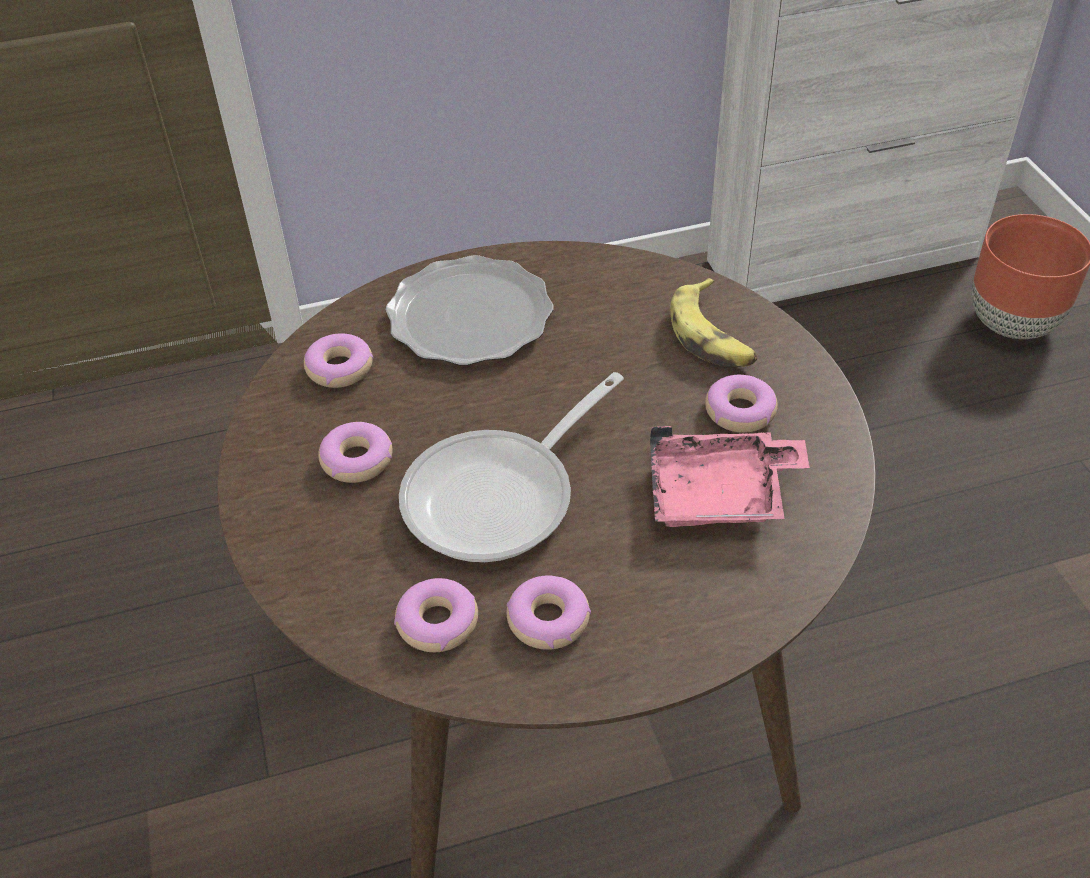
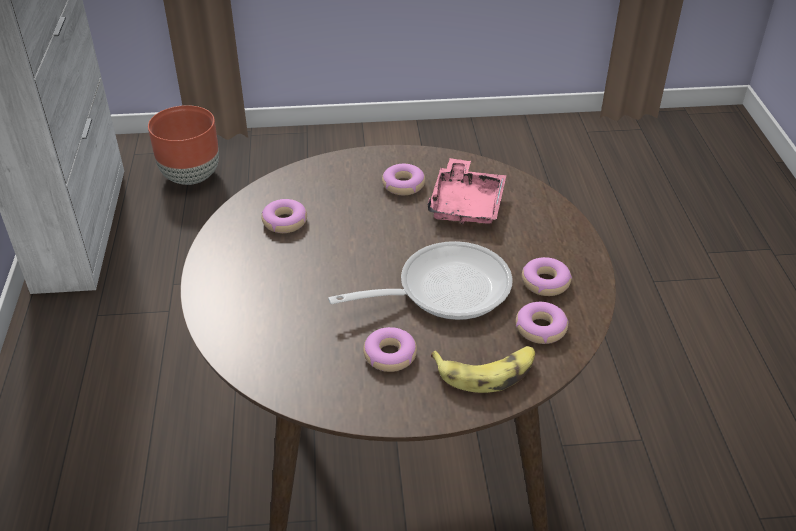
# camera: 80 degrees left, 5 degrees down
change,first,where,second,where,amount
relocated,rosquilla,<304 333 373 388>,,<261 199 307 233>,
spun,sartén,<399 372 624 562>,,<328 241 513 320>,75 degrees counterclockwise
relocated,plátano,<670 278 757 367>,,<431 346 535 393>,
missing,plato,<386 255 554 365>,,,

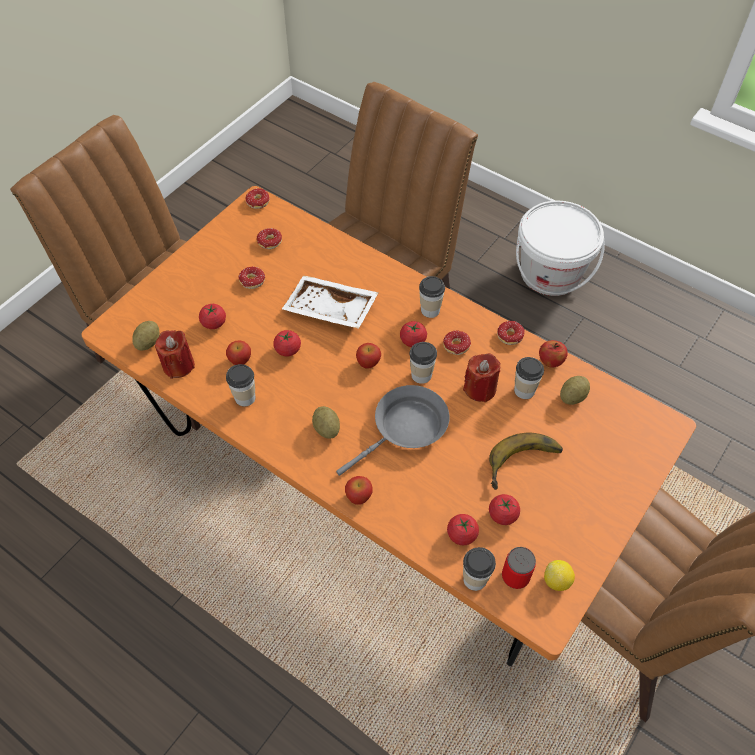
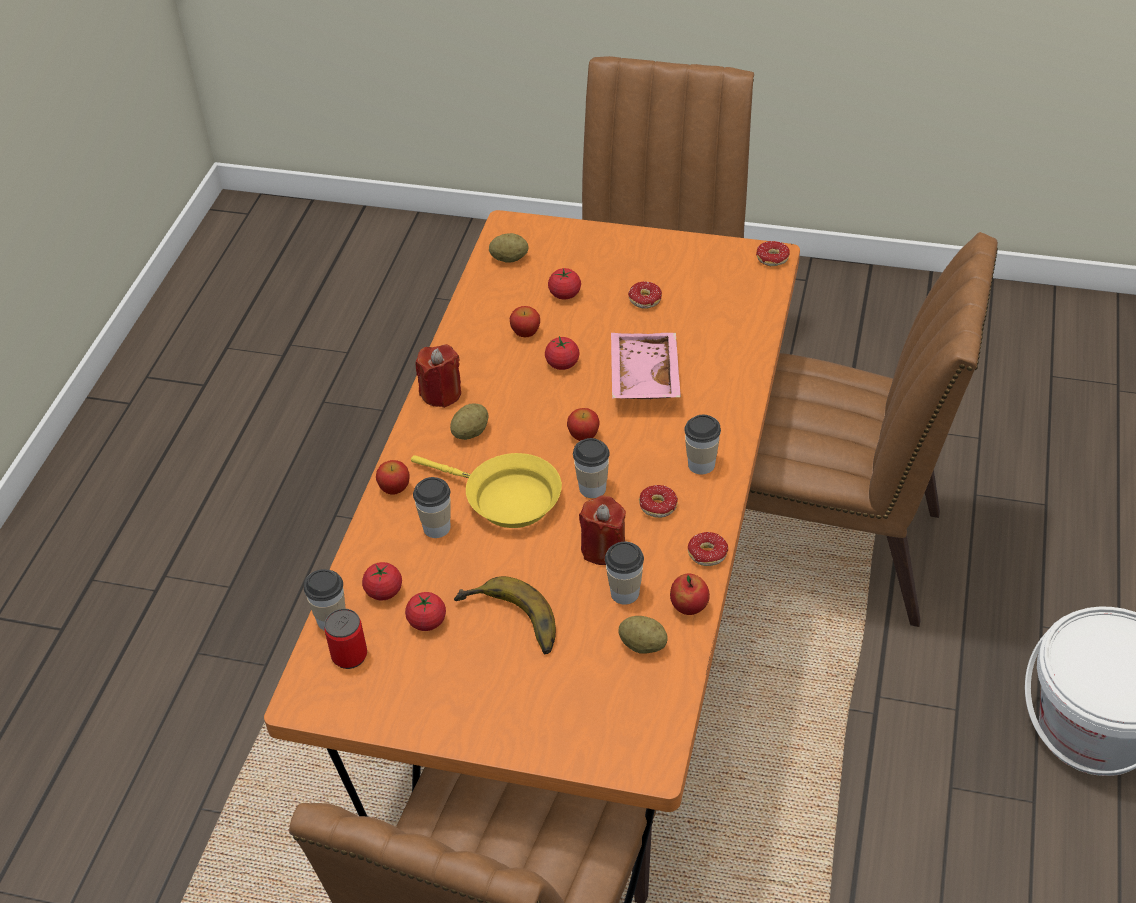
# camera: 70 degrees right, 10 degrees down
change,first,where,second,where,amount
colour,sartén/gris,<336 385 450 476>,sartén/amarillo,<411 453 562 528>,
relocated,taza,<226 364 255 406>,,<413 477 451 538>,
relocated,vela/rojo,<155 330 195 379>,,<415 344 461 408>,
colour,bandeja/blanco,<282 275 379 329>,bandeja/rosa,<611 333 681 399>,
missing,rosquilla,<257 228 282 249>,,,
missing,tomate,<400 321 427 347>,,,
missing,limón,<544 560 575 591>,,,

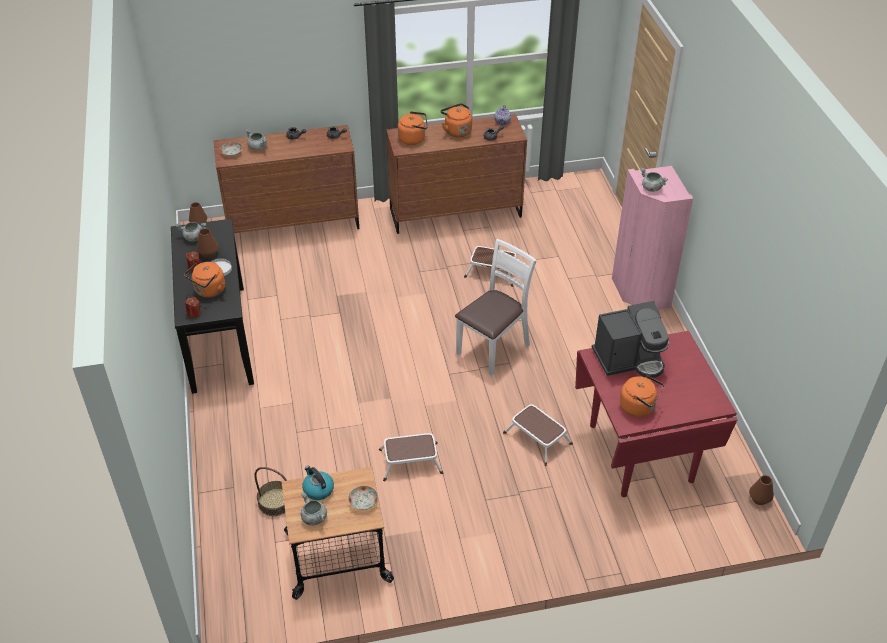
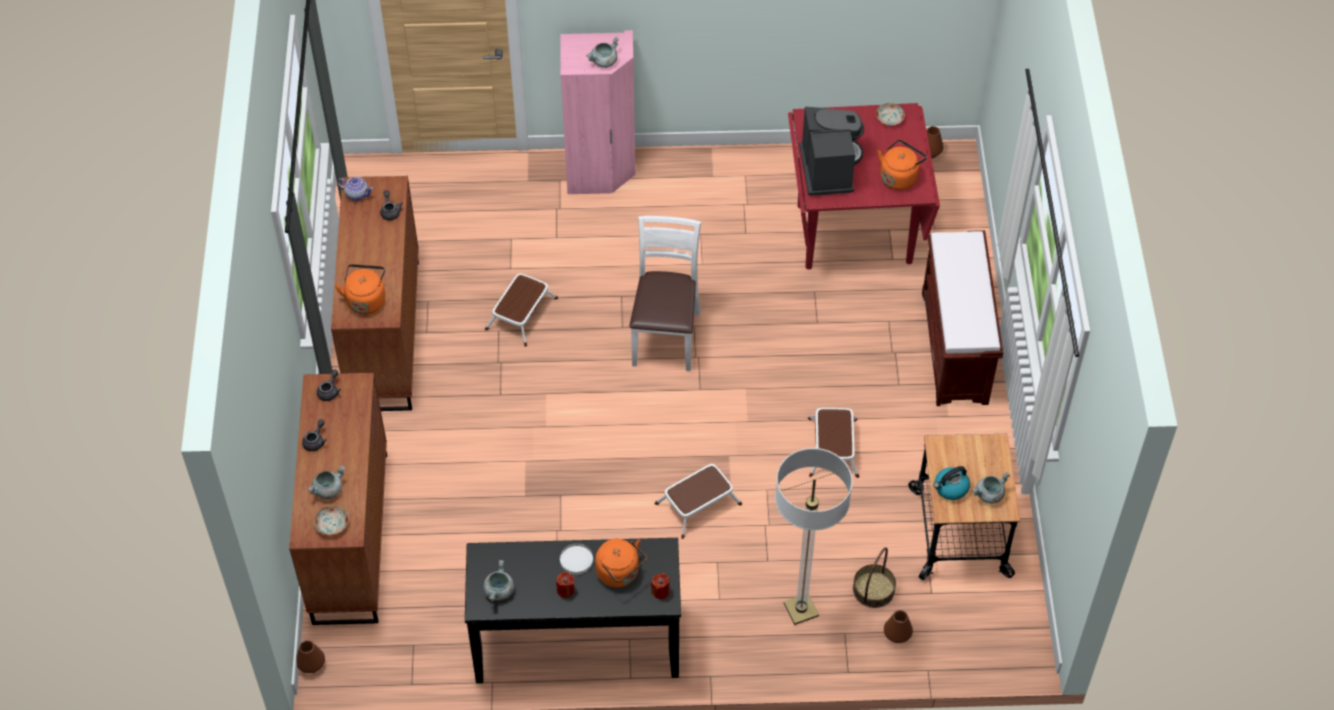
# camera: 80 degrees left, 10 degrees up
change,first,where,second,where,amount
spun,silla/blanco,<455 239 537 376>,,<629 216 701 371>,45 degrees clockwise
relocated,escalera de tijera/marrón,<503 404 573 466>,,<655 464 742 539>,
appeared,,,lámpara de pie,<775 448 853 625>,
relocated,plato,<348 486 378 510>,,<876 103 905 126>,
relocated,florero/marrón,<197 228 219 258>,,<884 610 913 643>,
appeared,,,banco/marrón,<922 230 1003 406>,
missing,hervidor/naranja,<440 103 472 137>,,,

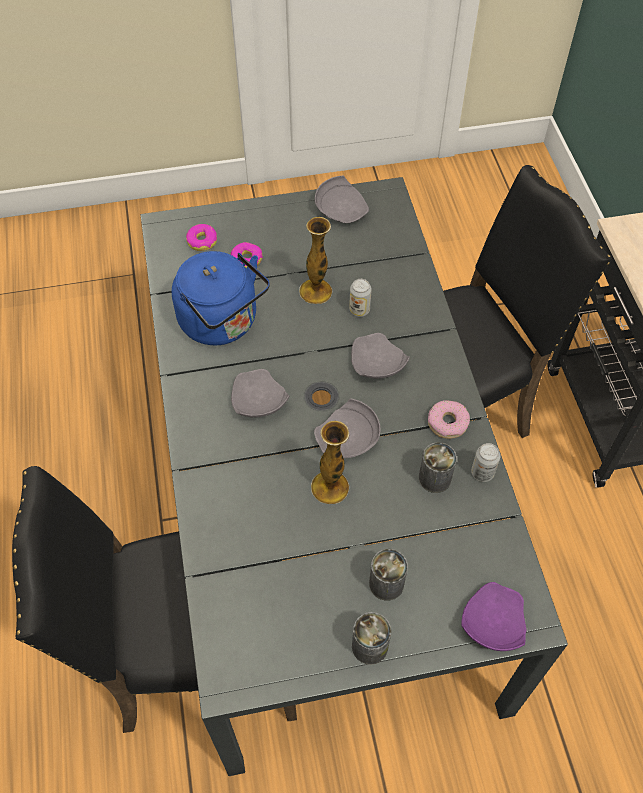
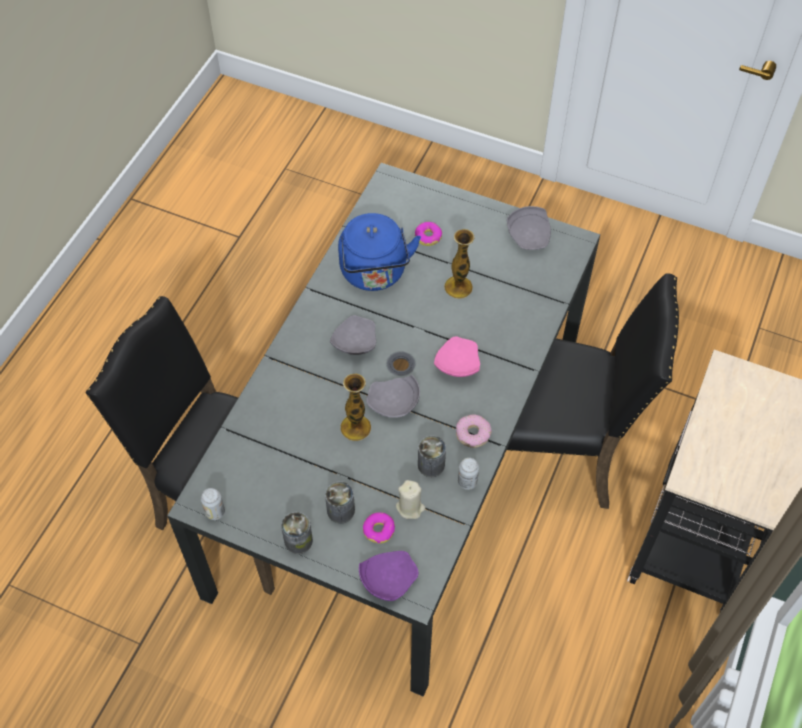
# camera: 35 degrees right, 0 degrees up
change,first,where,second,where,amount
relocated,lata,<349 279 372 317>,,<201 488 225 520>,
relocated,rosquilla,<186 224 217 251>,,<363 512 395 543>,
appeared,,,vela/beis,<396 480 425 519>,
colour,plato/gris,<351 333 410 379>,plato/rosa,<434 336 480 377>,

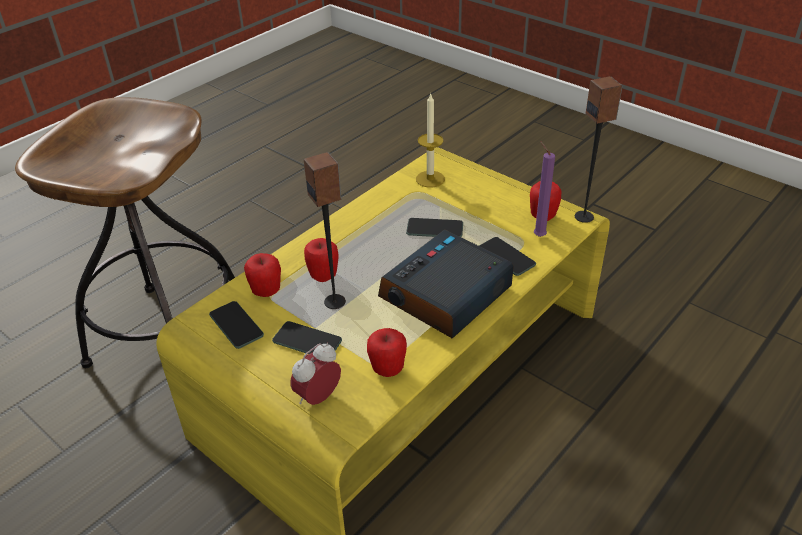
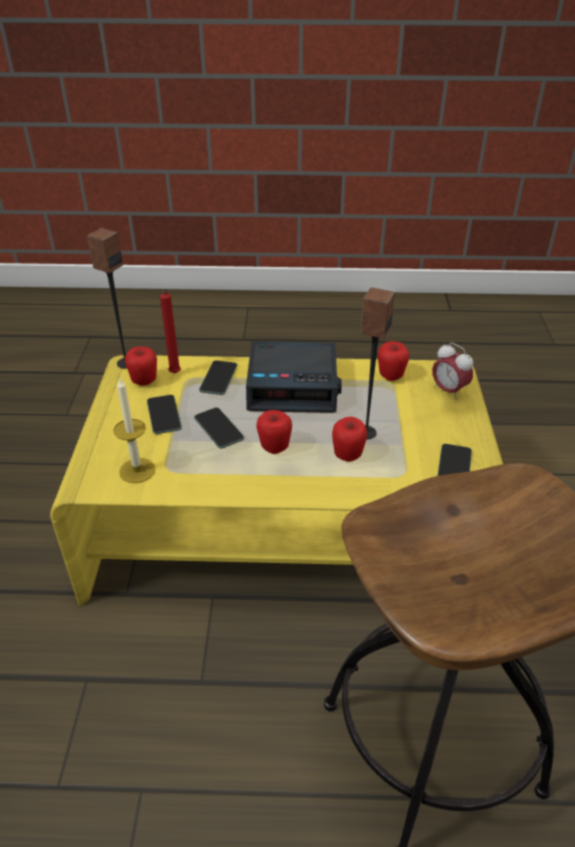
# camera: 130 degrees left, 0 degrees up
change,first,where,second,where,amount
relocated,móvil,<272 321 342 354>,,<147 395 182 434>,
colour,vela/morado,<534 141 555 237>,vela/rojo,<160 291 181 374>,
relocated,manzana,<244 253 281 297>,,<256 410 292 454>,
spun,despertador,<290 343 341 405>,,<432 343 473 400>,45 degrees clockwise

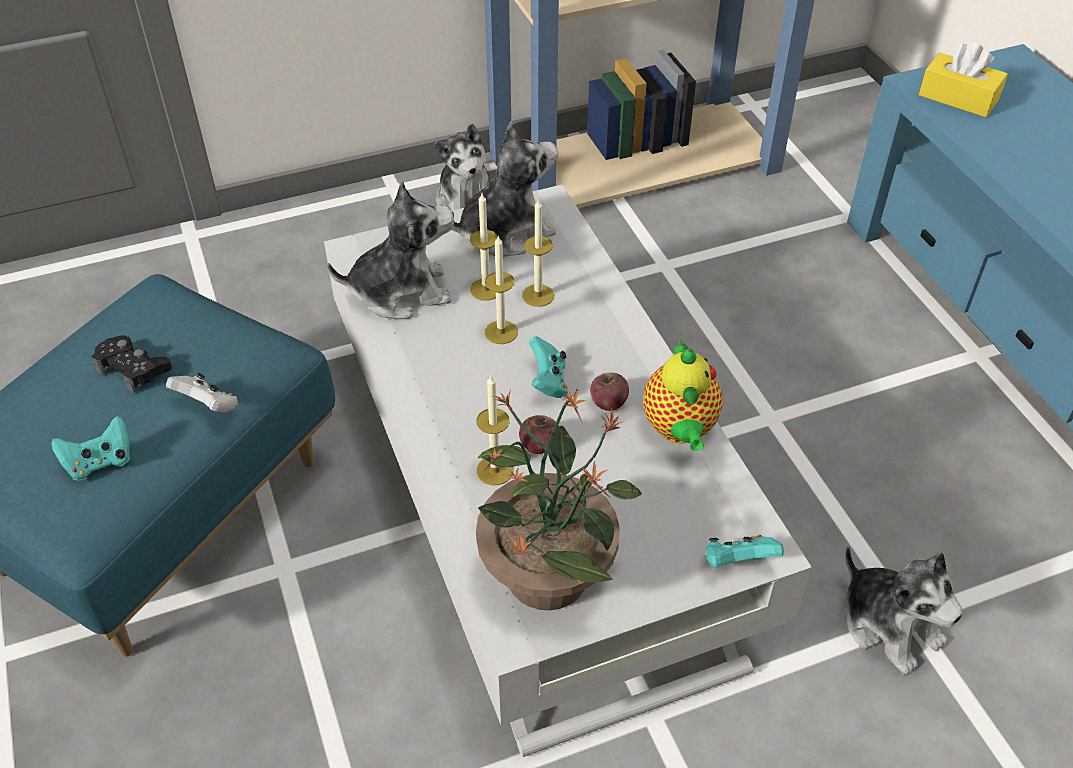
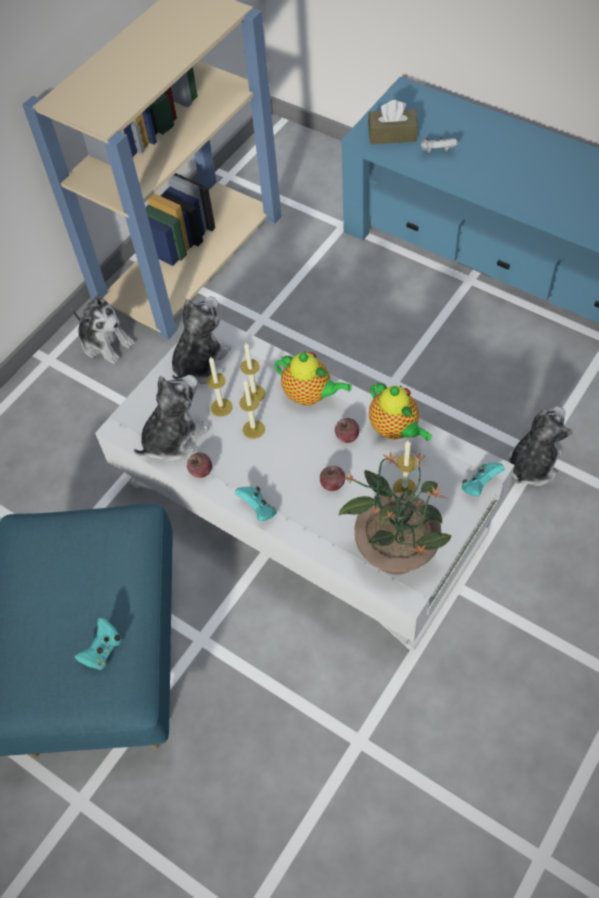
# camera: 30 degrees left, 10 degrees up
change,first,where,second,where,amount
appeared,,,manzana,<187 453 212 478>,
relocated,mando de consola/turquesa,<529 337 568 398>,,<235 486 277 521>,
appeared,,,tetera,<275 351 352 406>,
colour,caja de pañuelos/amarillo,<919 42 1008 117>,caja de pañuelos/marrón,<368 100 418 144>,
relocated,vela,<476 375 514 485>,,<393 441 417 494>,
relocated,mando de consola/blanco,<166 373 238 413>,,<421 138 458 153>,
spun,peluche,<845 547 963 675>,,<506 406 573 486>,75 degrees counterclockwise
missing,mando de consola/negro,<91 335 172 393>,,,

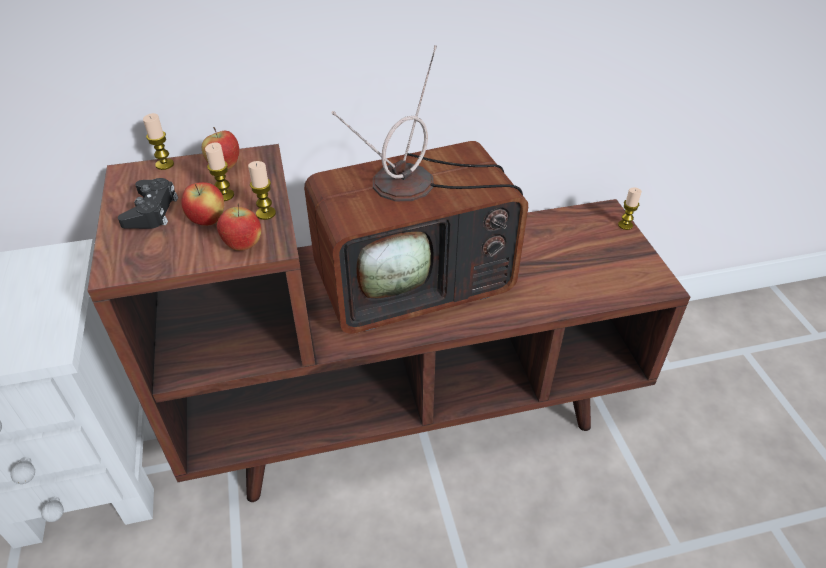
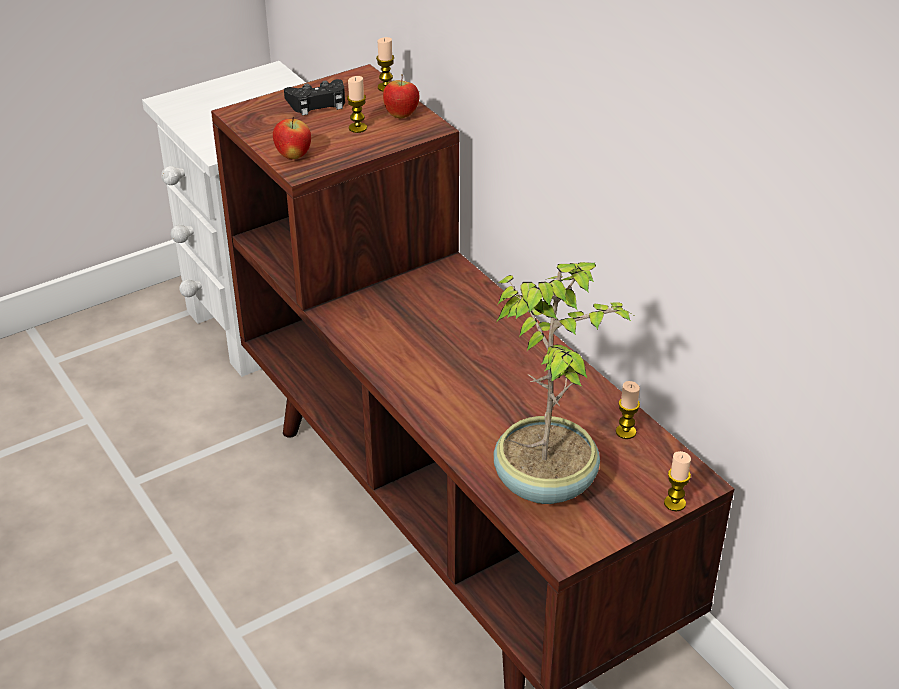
# camera: 70 degrees right, 5 degrees down
change,first,where,second,where,amount
appeared,,,planta en maceta,<494 262 633 504>,
relocated,vela,<248 161 276 220>,,<616 381 640 439>,
missing,manzana,<181 182 224 226>,,,
missing,televisor,<304 45 528 334>,,,

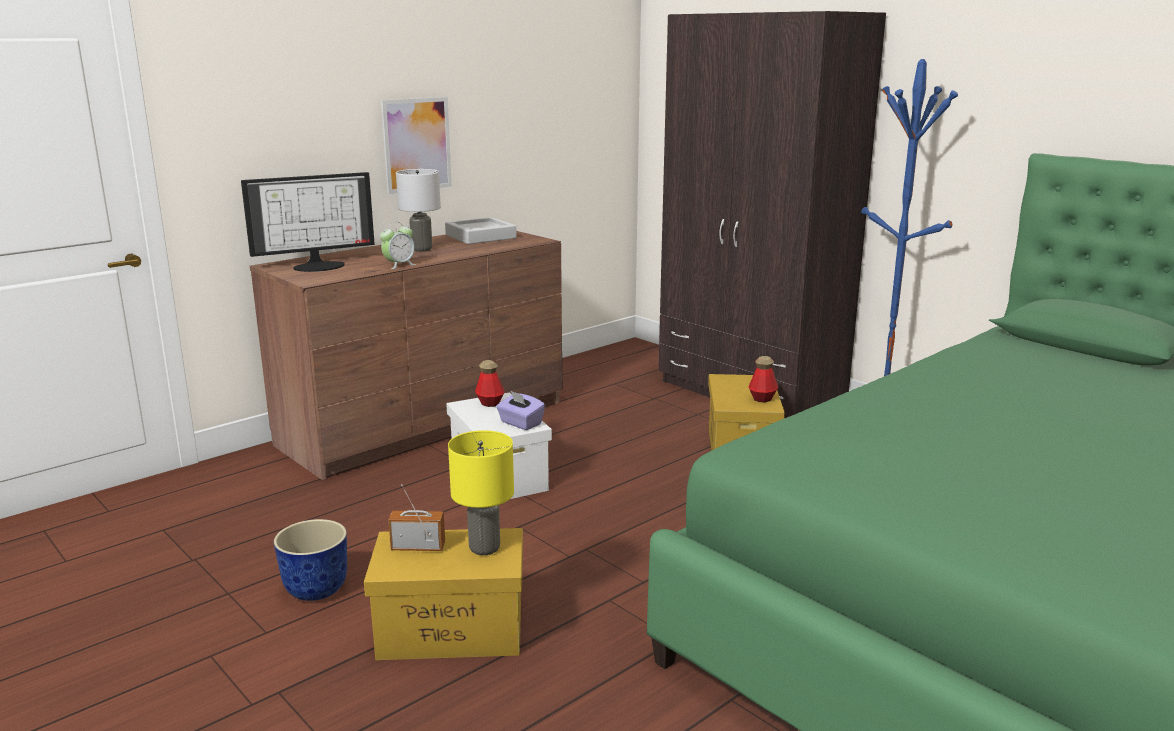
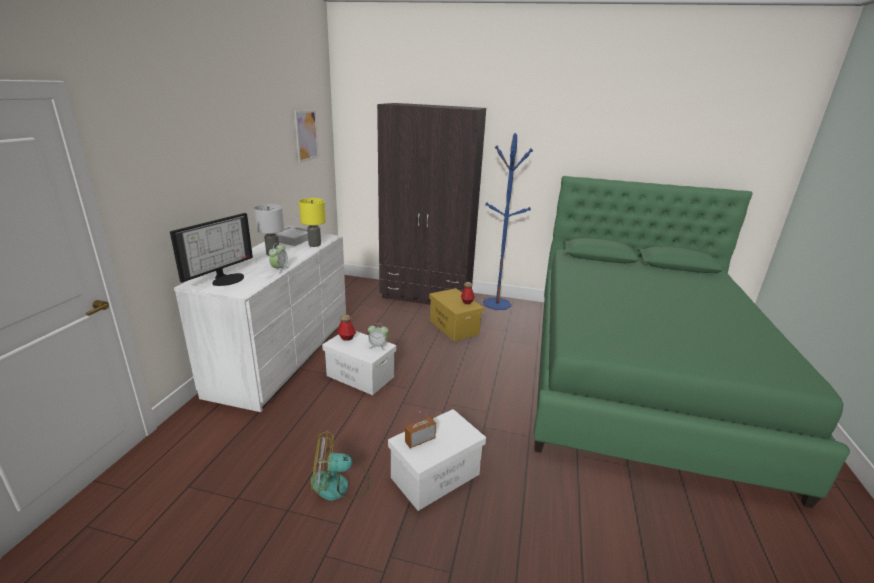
# camera: 35 degrees left, 5 degrees up
change,first,where,second,where,amount
colour,cómoda/marrón,<250 231 562 480>,cómoda/blanco,<174 234 346 412>,
relocated,cuadro,<381 97 452 194>,,<294 110 319 163>,
relocated,lámpara de mesa/amarillo,<448 430 514 555>,,<299 198 326 247>,
exchanged,maceta,<274 519 347 601>,ventilador,<311 430 370 501>,
exchanged,caja de pañuelos/morado,<496 391 545 430>,despertador,<368 323 389 350>,
colour,caja de almacenaje/amarillo,<364 528 523 660>,caja de almacenaje/blanco,<388 409 486 511>,

